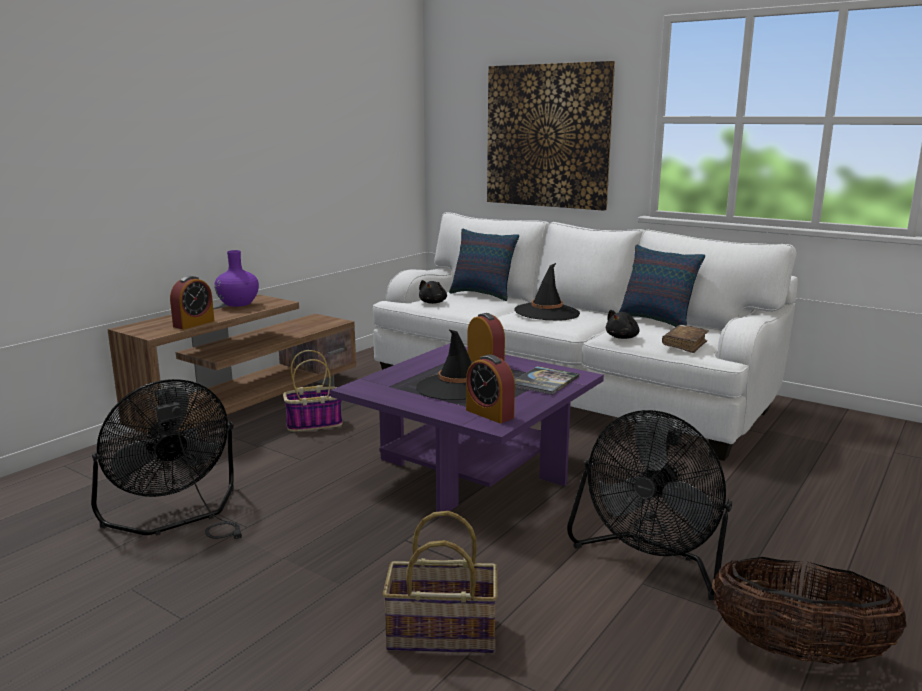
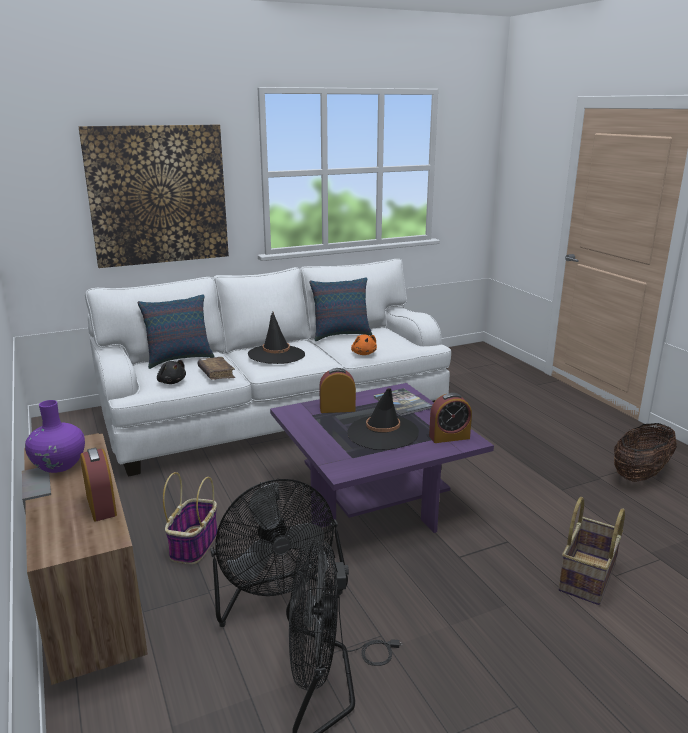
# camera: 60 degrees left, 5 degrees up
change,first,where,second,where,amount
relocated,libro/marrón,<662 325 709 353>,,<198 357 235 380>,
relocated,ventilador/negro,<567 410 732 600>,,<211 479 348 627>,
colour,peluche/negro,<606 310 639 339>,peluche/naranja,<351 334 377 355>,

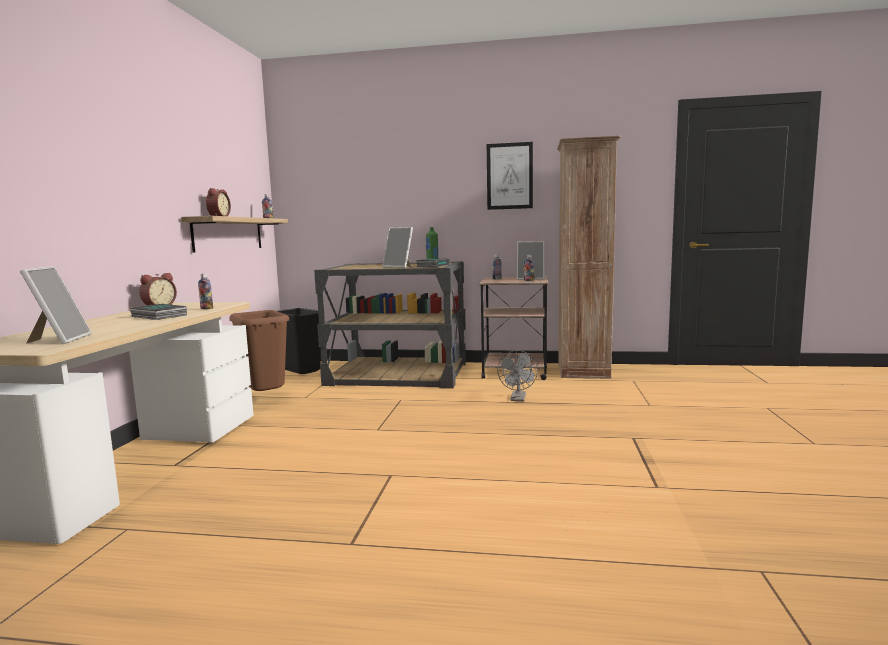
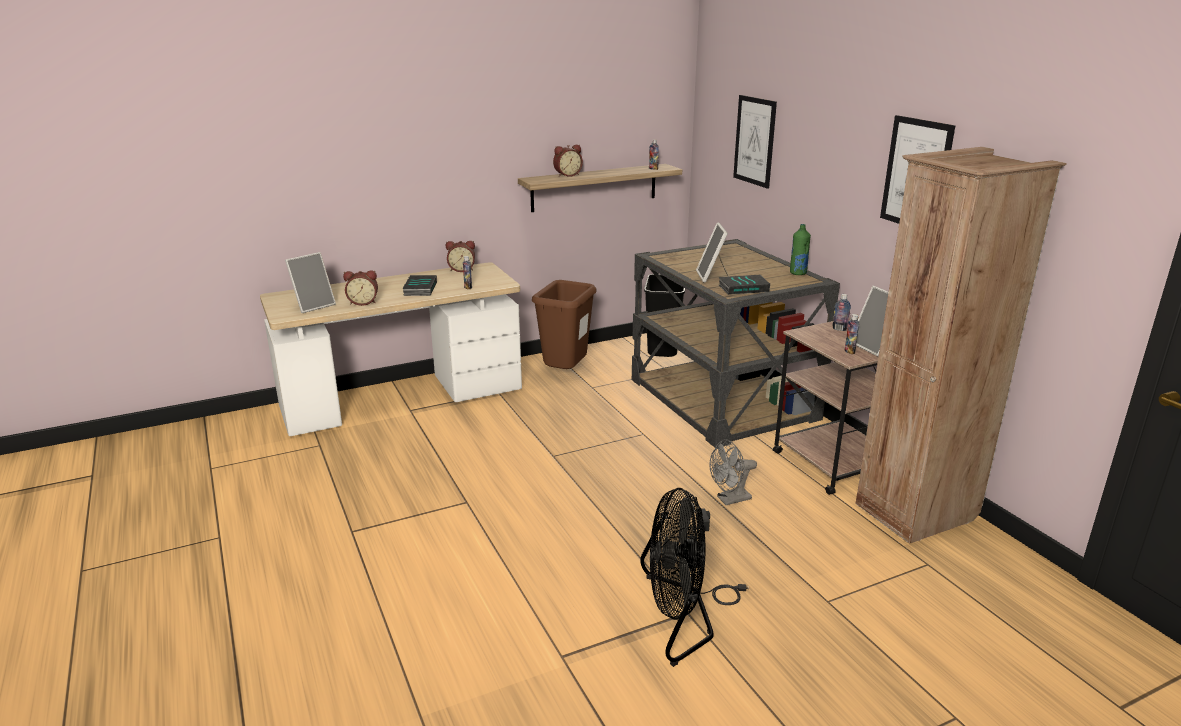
# camera: 55 degrees right, 15 degrees up
change,first,where,second,where,amount
appeared,,,despertador,<343 270 378 306>,
appeared,,,ventilador/negro,<640 488 749 667>,
appeared,,,cuadro,<733 95 777 189>,

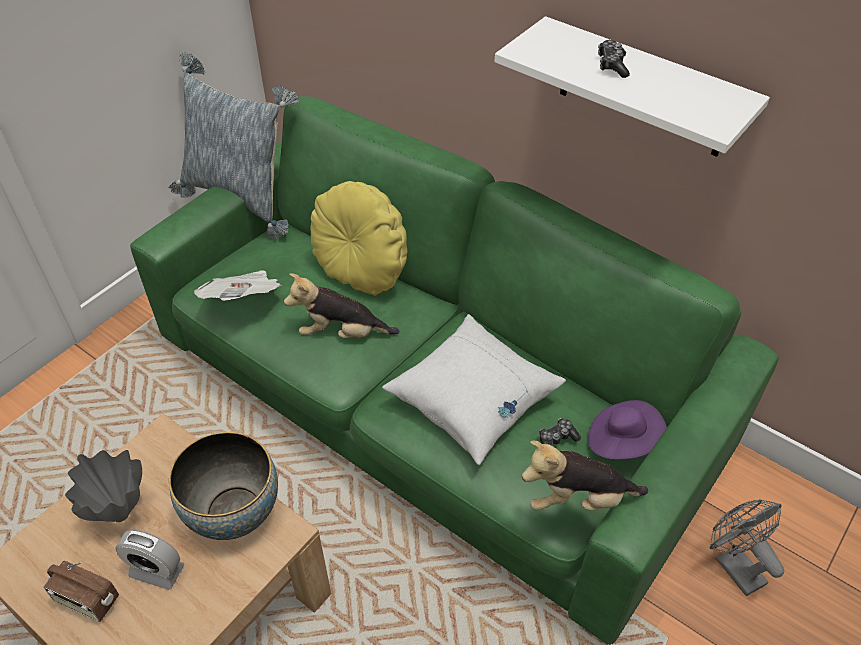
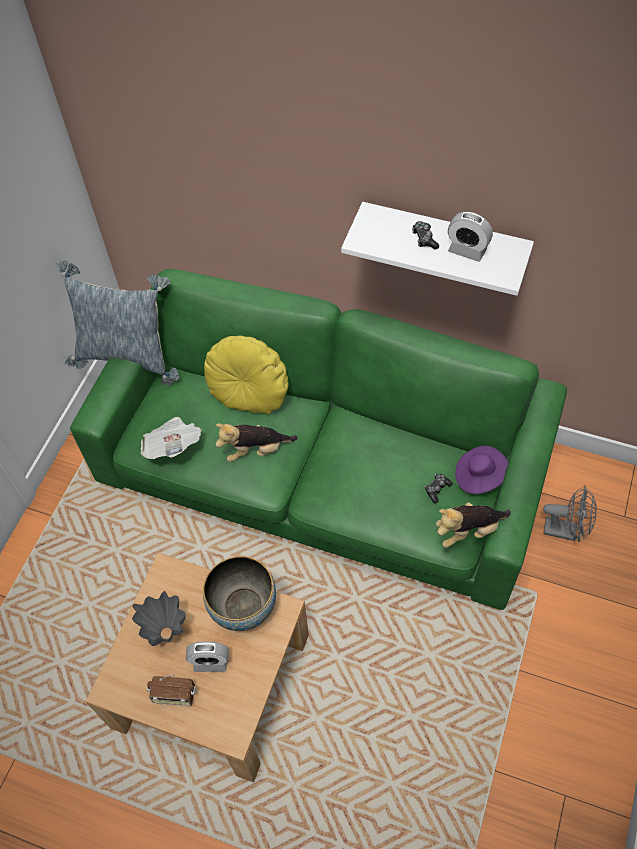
# camera: 15 degrees left, 10 degrees up
change,first,where,second,where,amount
appeared,,,despertador,<448 212 493 262>,
spun,ventilador/gris,<709 499 784 596>,,<543 485 597 542>,150 degrees clockwise
missing,cojín/gris,<382 314 566 465>,,,

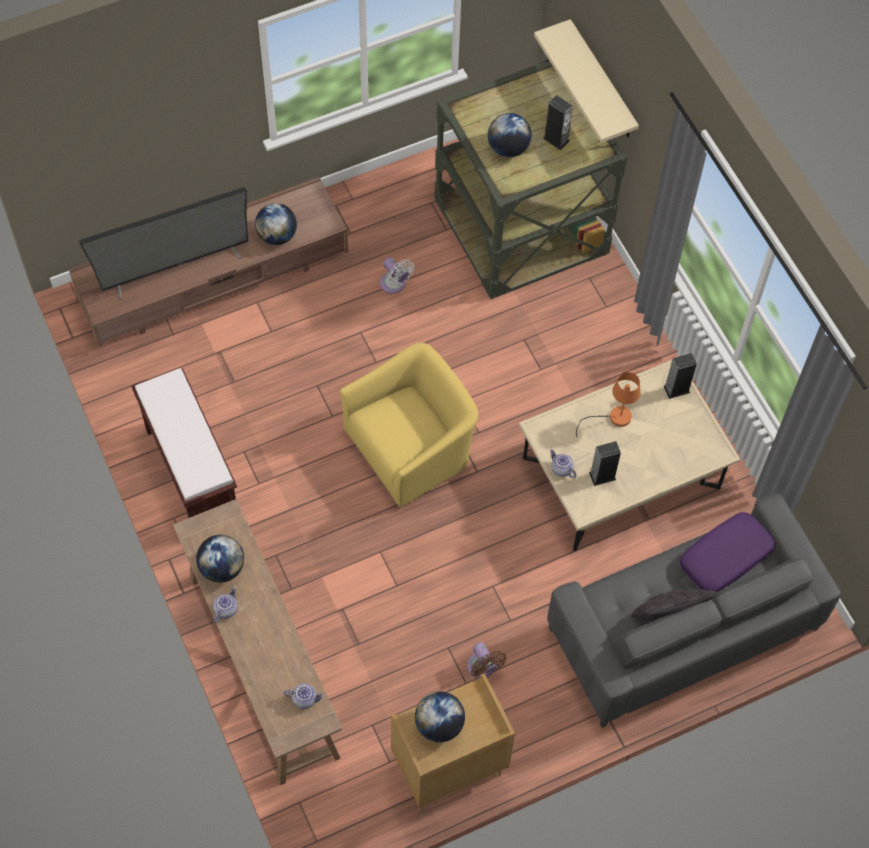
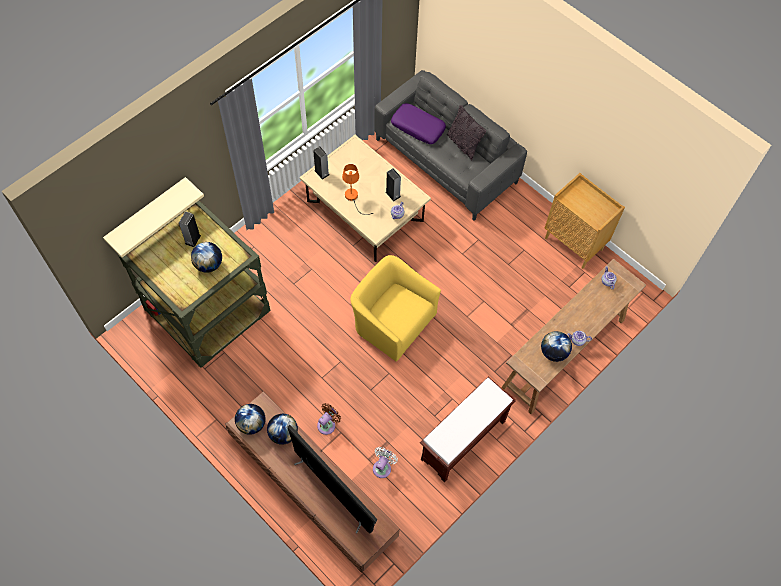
# camera: 110 degrees left, 0 degrees up
change,first,where,second,where,amount
relocated,globo terráqueo,<415 691 465 742>,,<235 404 266 435>,
relocated,ventilador/marrón,<467 642 506 679>,,<317 403 341 435>,
relocated,ventilador/blanco,<380 257 414 294>,,<373 447 398 478>,

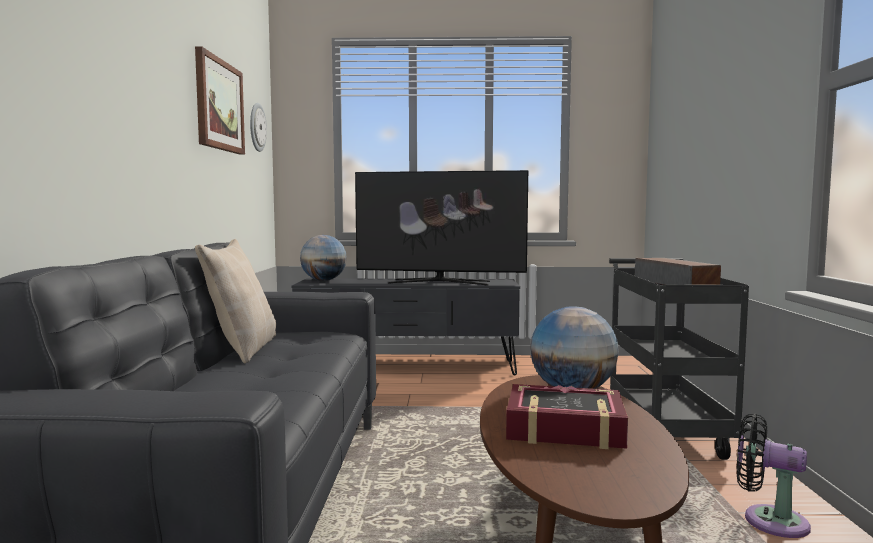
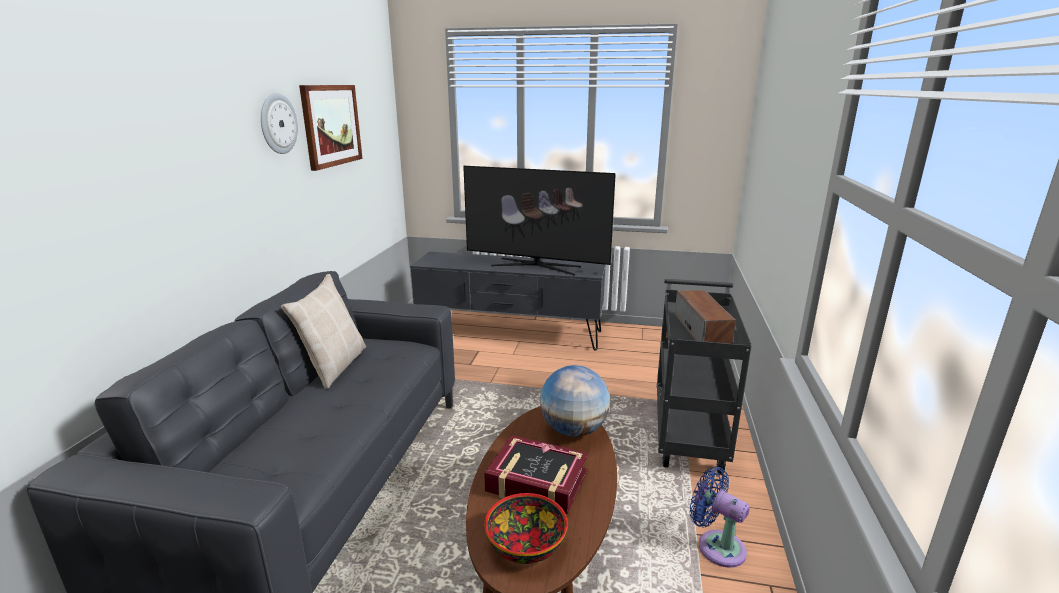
# camera: 10 degrees right, 15 degrees up
change,first,where,second,where,amount
relocated,reloj de pared,<250 103 267 152>,,<261 93 298 154>,
appeared,,,cuenco,<485 493 568 564>,
colour,ventilador/negro,<737 414 811 538>,ventilador/azul,<689 467 750 568>,
missing,globo terráqueo,<300 235 347 281>,,,

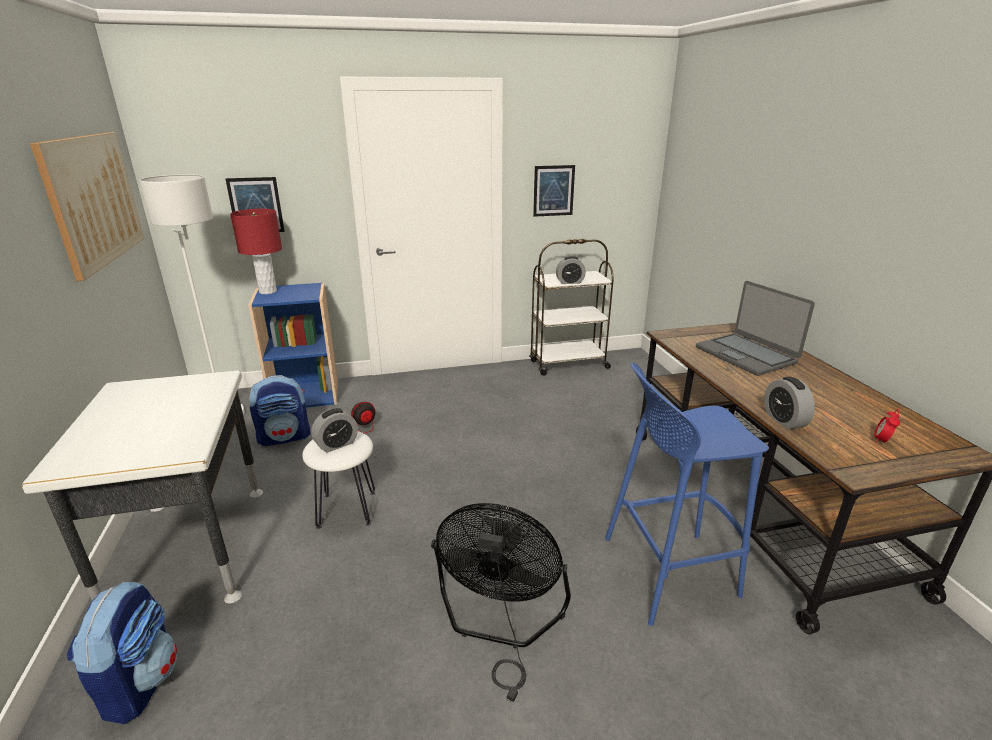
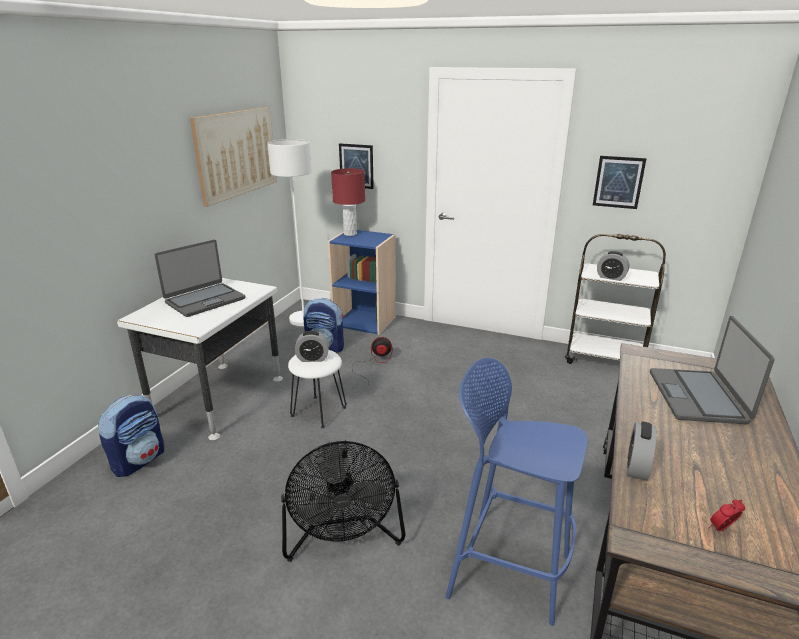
# camera: 35 degrees right, 0 degrees up
change,first,where,second,where,amount
appeared,,,portátil,<155 240 246 317>,
spun,ventilador/negro,<431 503 571 702>,,<281 440 405 562>,120 degrees clockwise

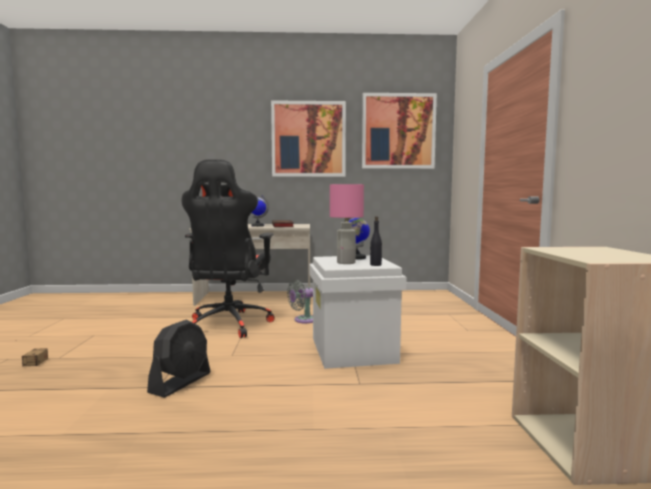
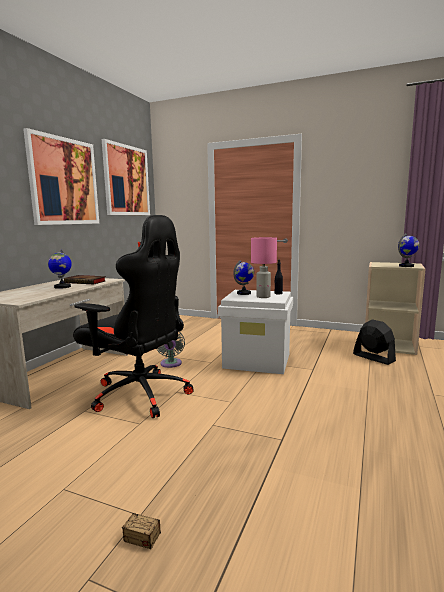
# camera: 65 degrees left, 5 degrees up
change,first,where,second,where,amount
relocated,ventilador/negro,<147 319 210 398>,,<353 319 396 365>,
appeared,,,globo terráqueo,<398 233 419 267>,

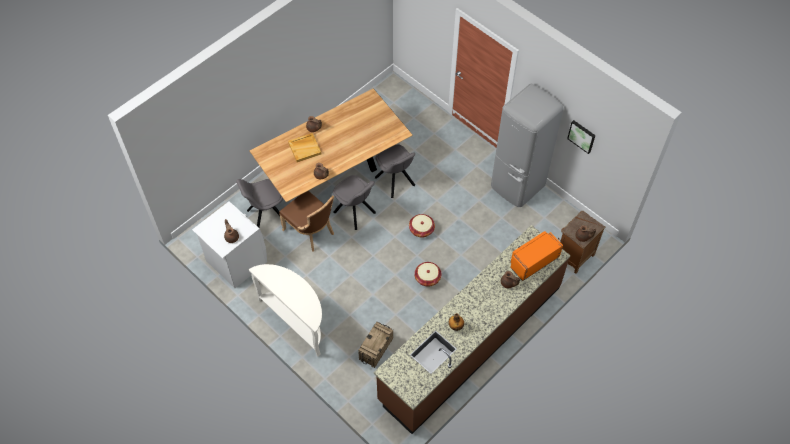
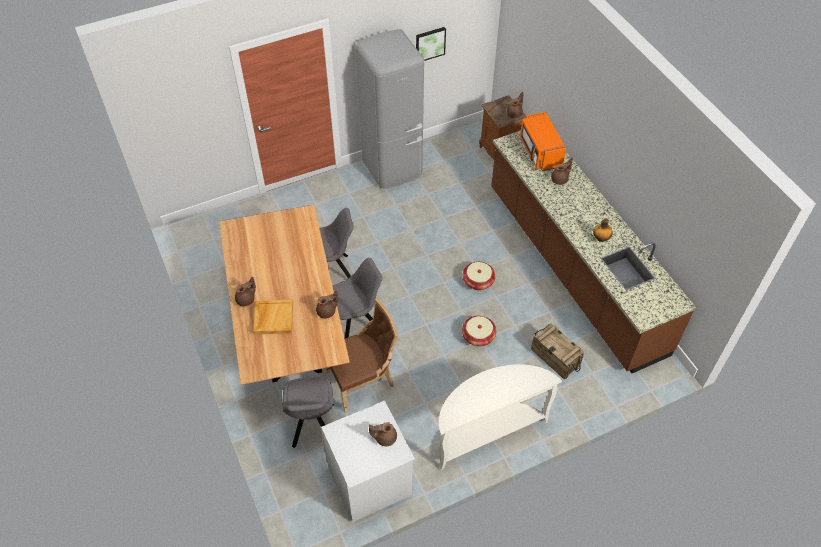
# camera: 70 degrees left, 5 degrees down
change,first,where,second,where,amount
relocated,cesta,<409 214 435 238>,,<462 316 496 346>,

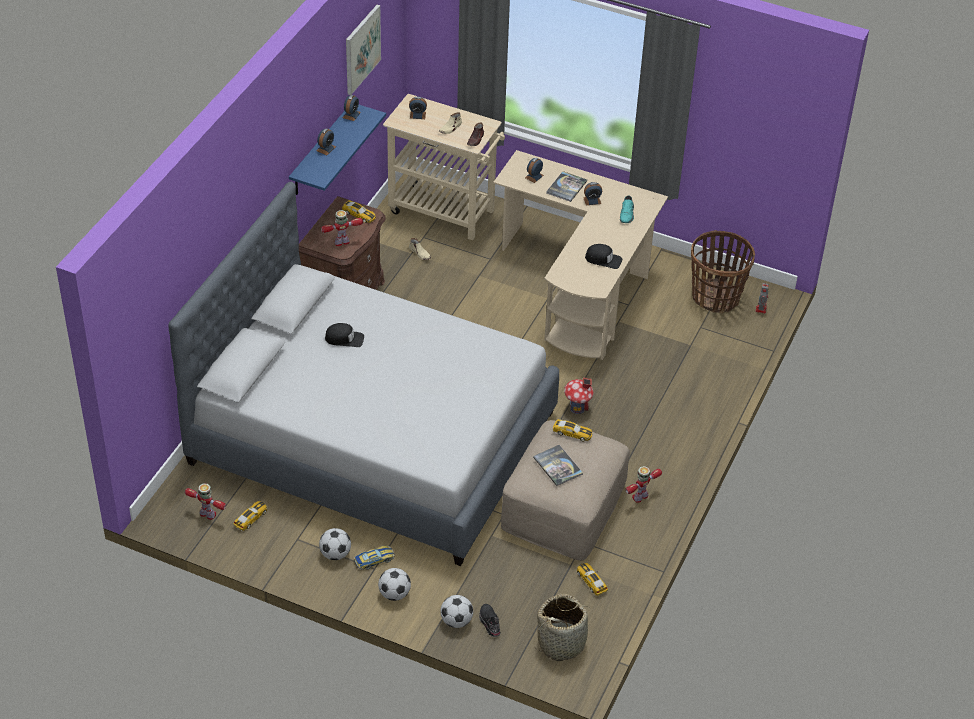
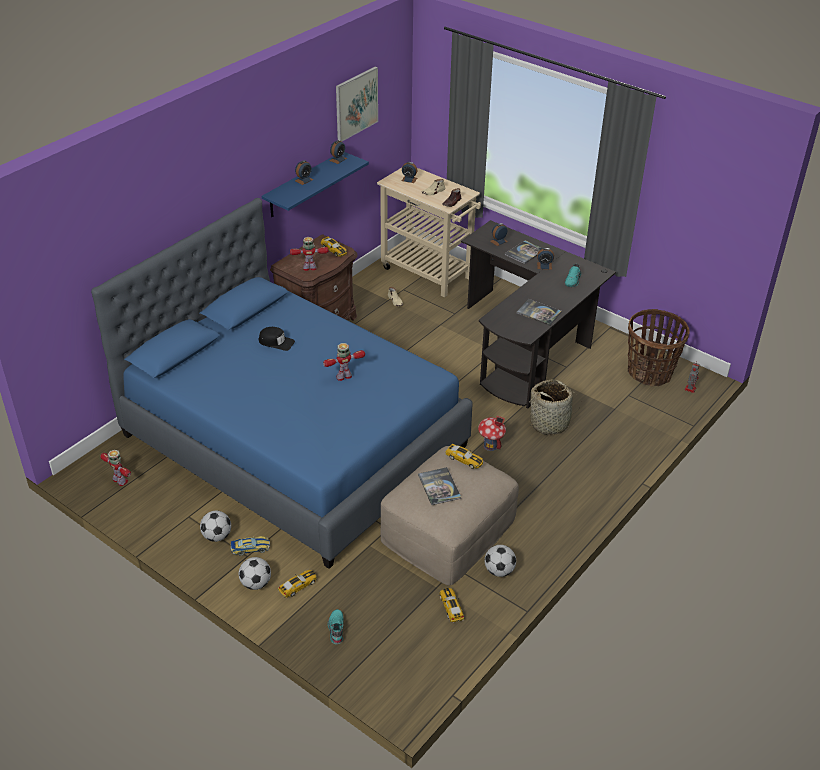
# camera: 15 degrees right, 5 degrees down
change,first,where,second,where,amount
colour,cama/gris,<168 182 559 566>,cama/azul,<91 198 473 569>,
relocated,coche de juguete,<233 501 267 531>,,<278 570 317 598>,
relocated,robot de juguete,<625 466 662 503>,,<323 343 365 381>,
colour,zapato/negro,<479 604 500 637>,zapato/turquesa,<328 609 344 644>,
colour,escritorio/beis,<493 150 668 360>,escritorio/negro,<461 220 616 408>,
relocated,balón de fútbol,<440 595 473 628>,,<485 545 516 577>,
exchanged,gorra/negro,<585 244 622 269>,libro,<516 299 562 326>,
relocated,cesta,<535 594 595 661>,,<526 379 581 435>,

